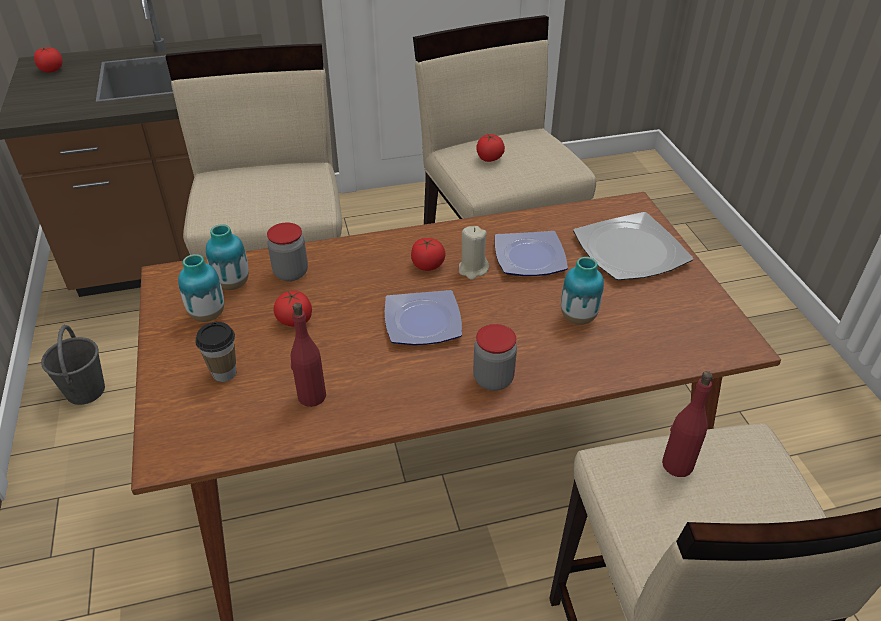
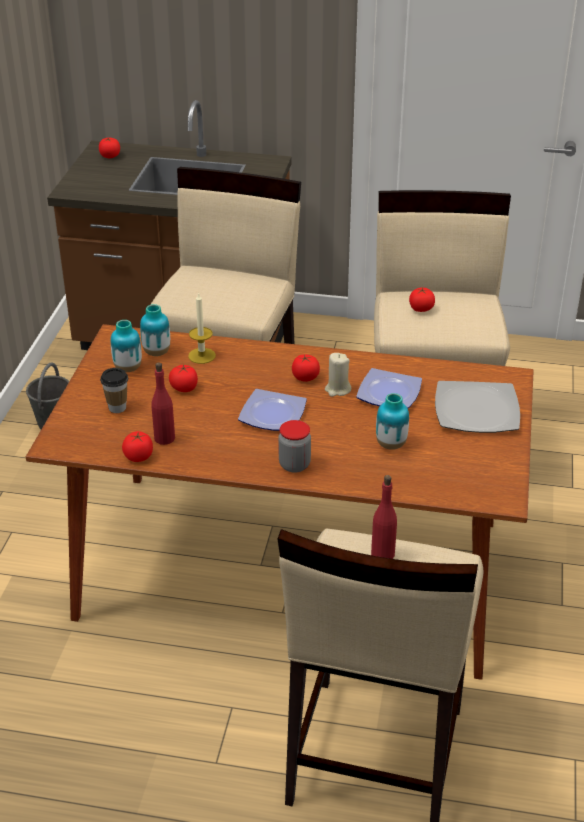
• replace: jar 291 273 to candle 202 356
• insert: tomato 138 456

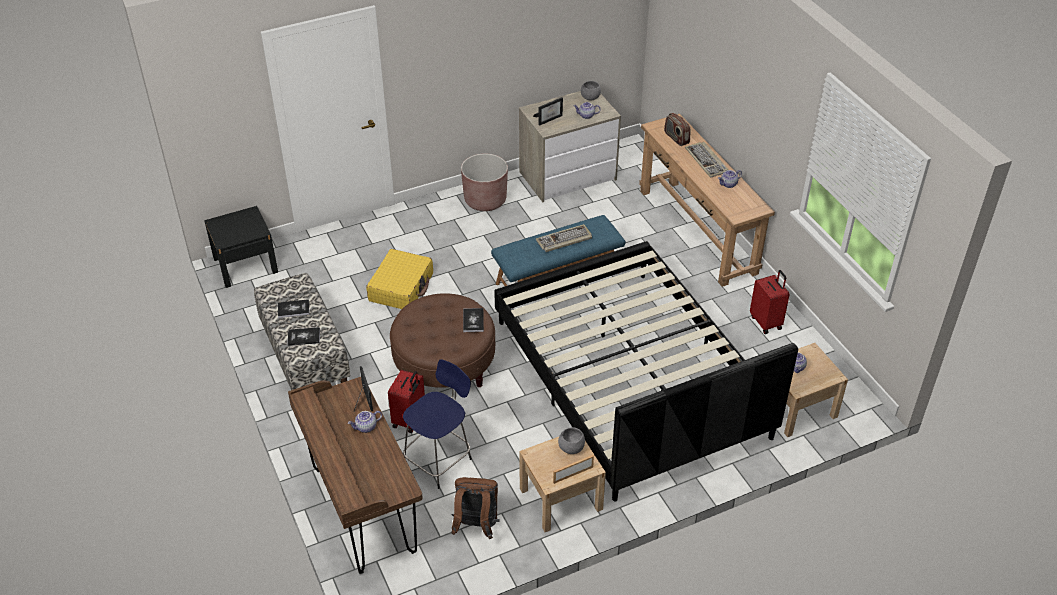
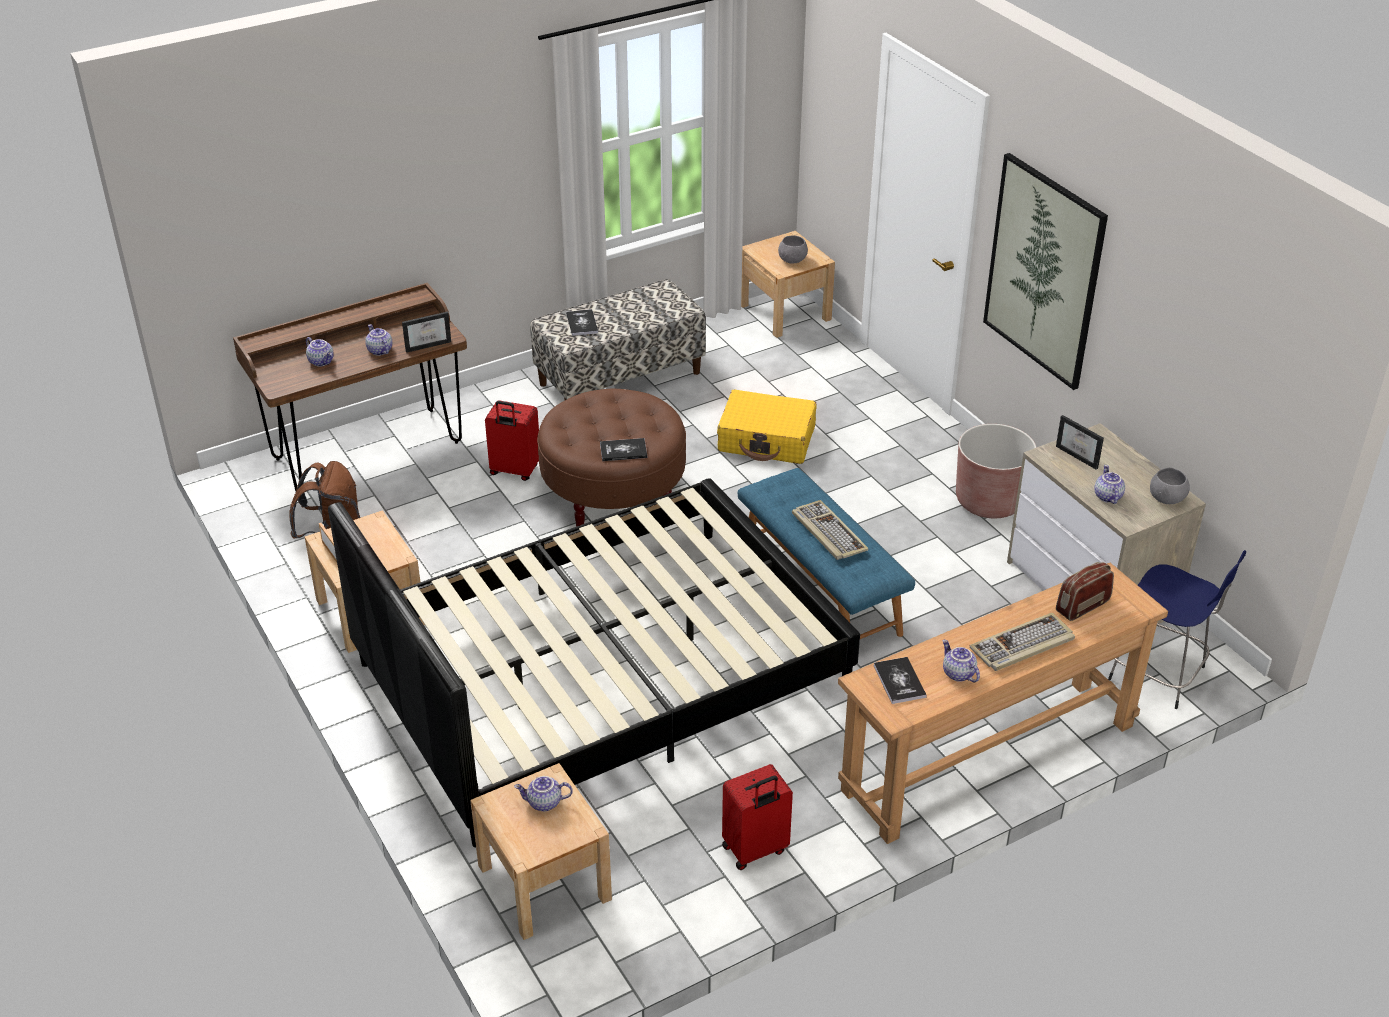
• recolor: black nightstand 245 265 to beige nightstand 784 312
• move: book 293 309 to 899 681
• move: blue stool 439 460 to 1160 675
• move: grey bowl 571 448 to 792 260
• insert: picture 1044 271
• insert: teapot 322 361

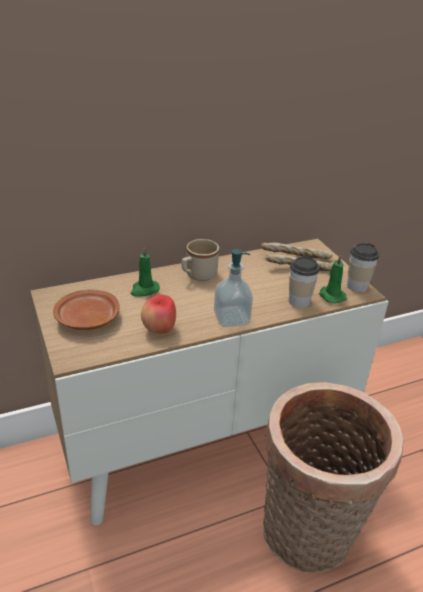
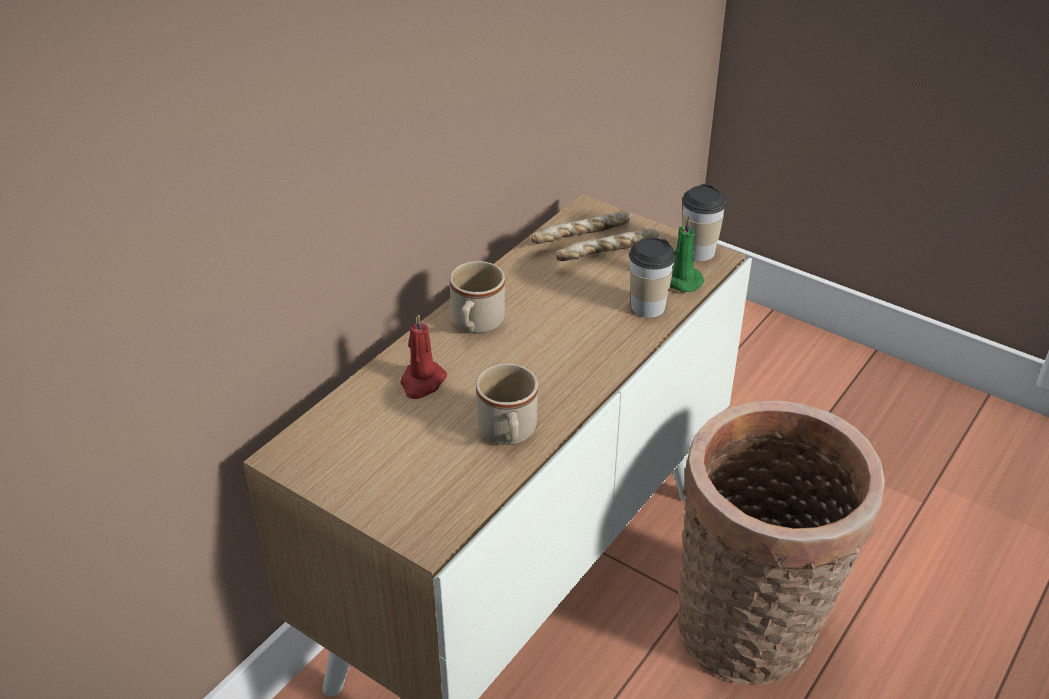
• recolor: green candle 144 290 to red candle 422 382
• delete: soap dispenser 231 318
• delete: brown plate 87 319
• replace: apple 159 330 to beige mug 508 435

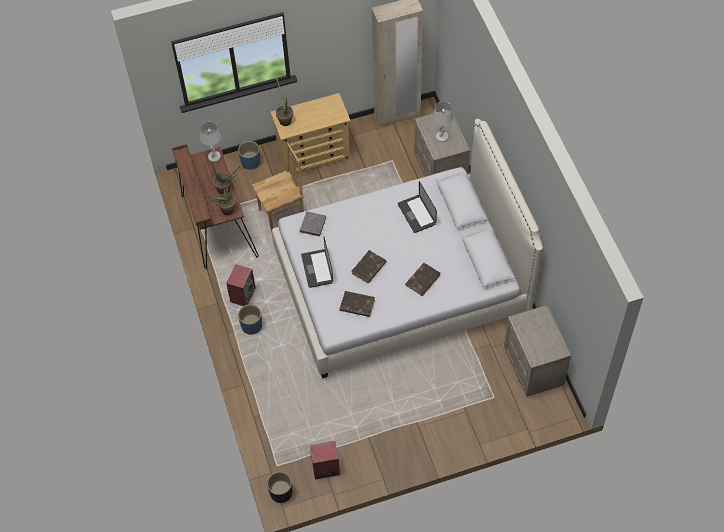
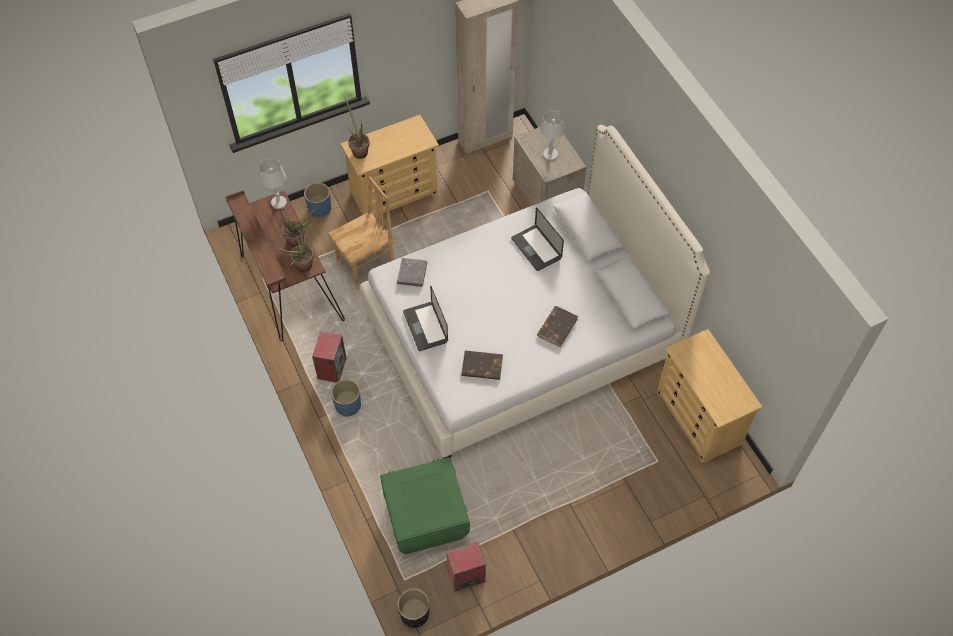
• delete: brown book 368 268
• replace: beige nightstand 534 367 to beige dresser 698 418
• insert: green storage box 425 519

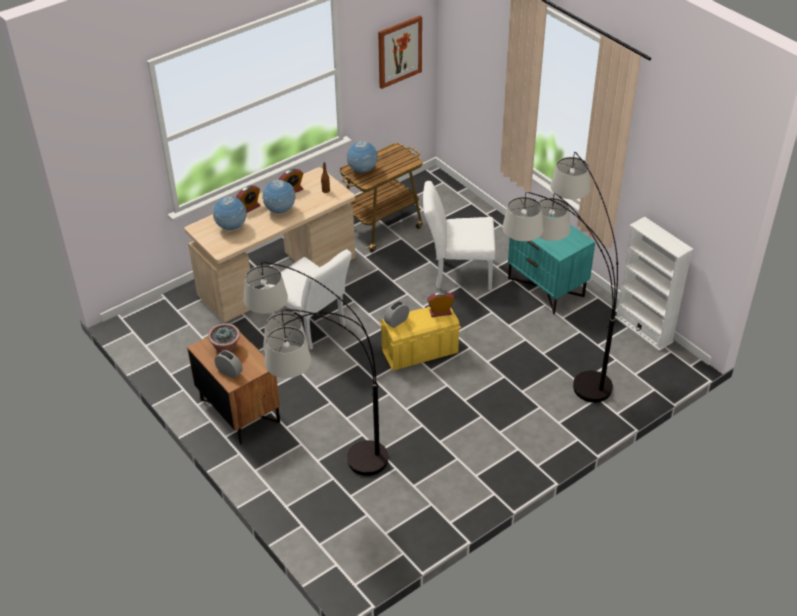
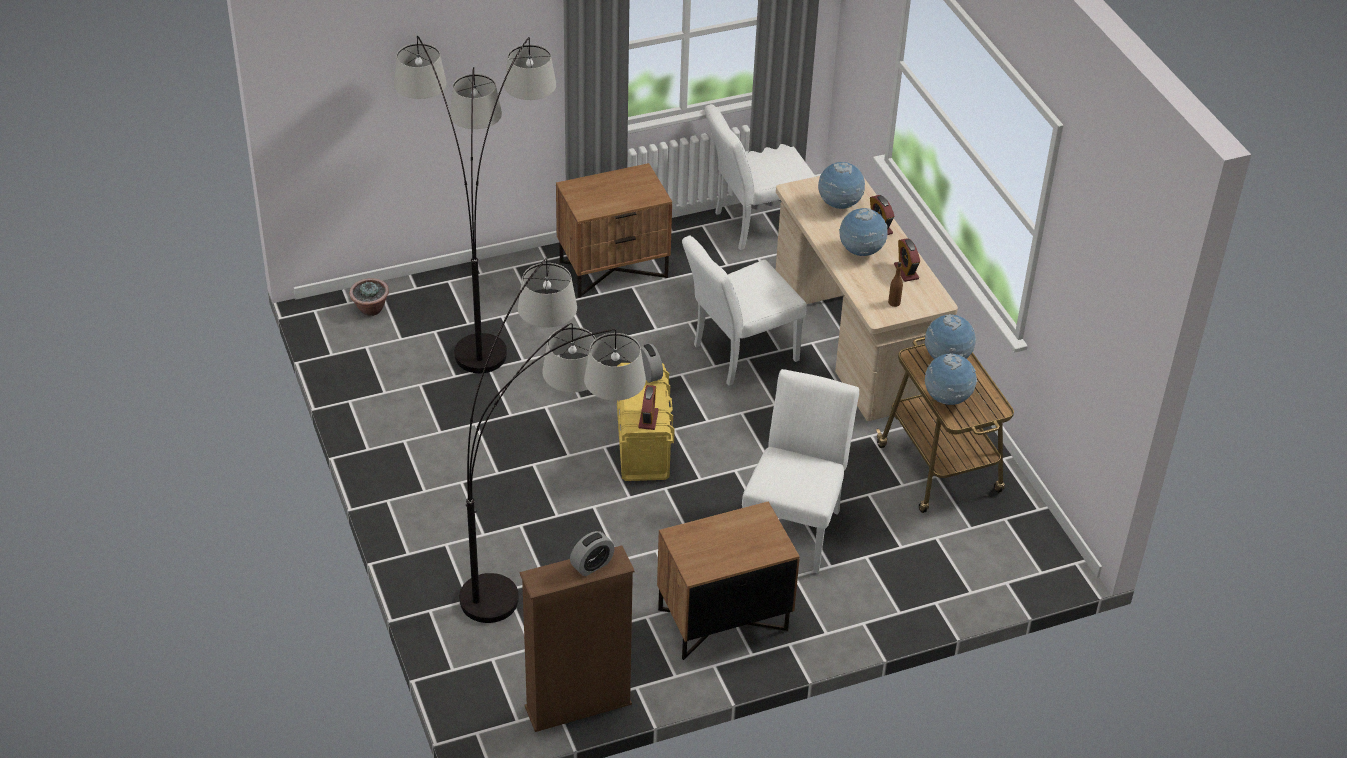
• delete: picture 399 51
• recolor: turquoise nightstand 547 287 to brown nightstand 723 621
• recolor: white bookcase 643 329 to brown bookcase 578 706
• move: potted plant 226 348 to 370 309
• move: alarm clock 229 372 to 592 565
• insert: white chair 754 225
• insert: globe 947 400

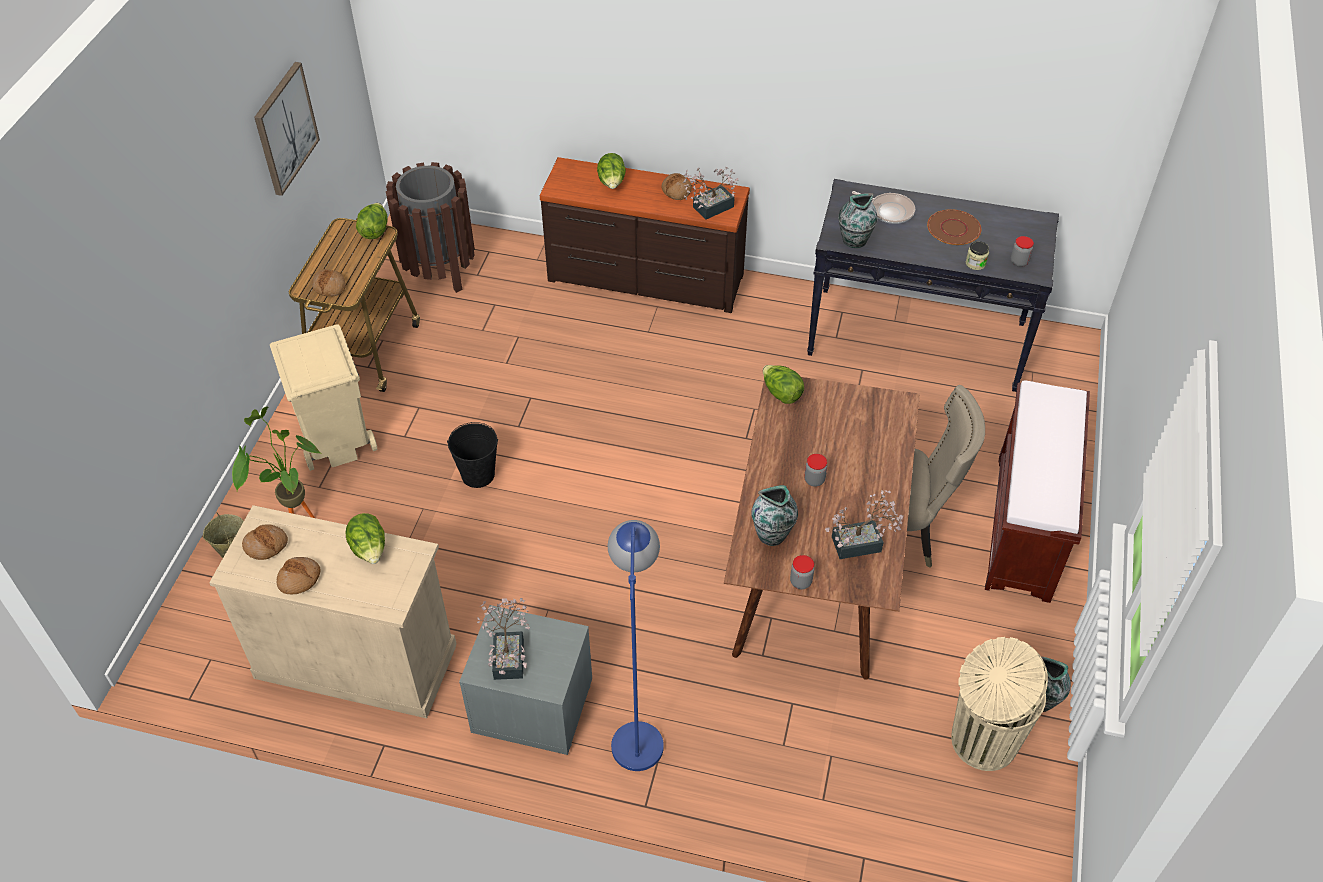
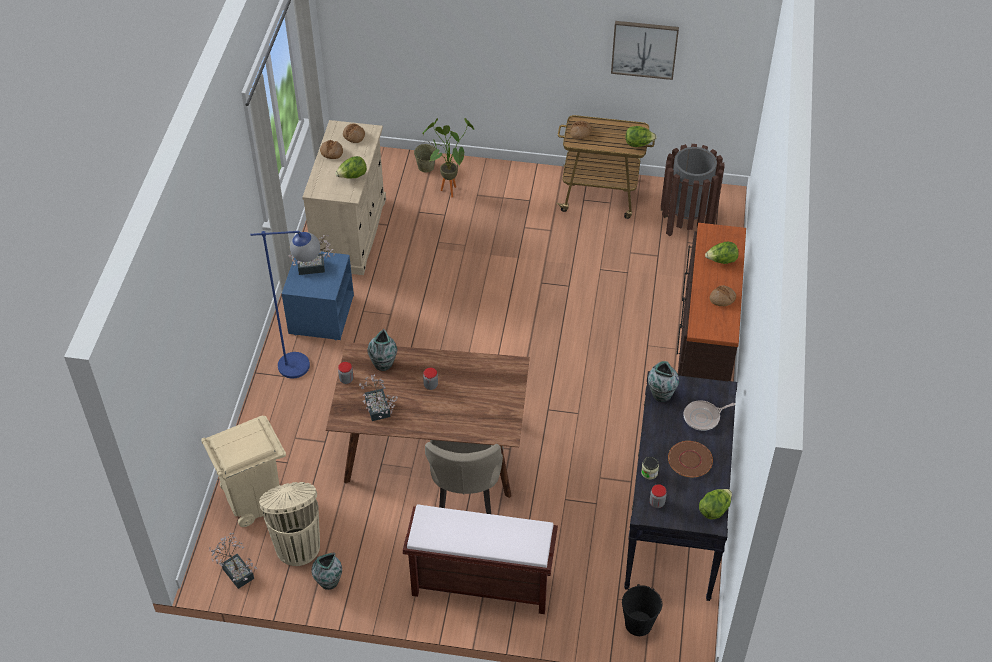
• move: potted plant 709 208 to 236 570
• rotate: frying pan 889 211 = 703 417 45 degrees clockwise
• move: beige trash can 336 441 to 254 499
• move: lettuce 781 394 to 714 510
• move: black bucket 478 475 to 638 624
• recolor: grey nightstand 531 707 to blue nightstand 320 314

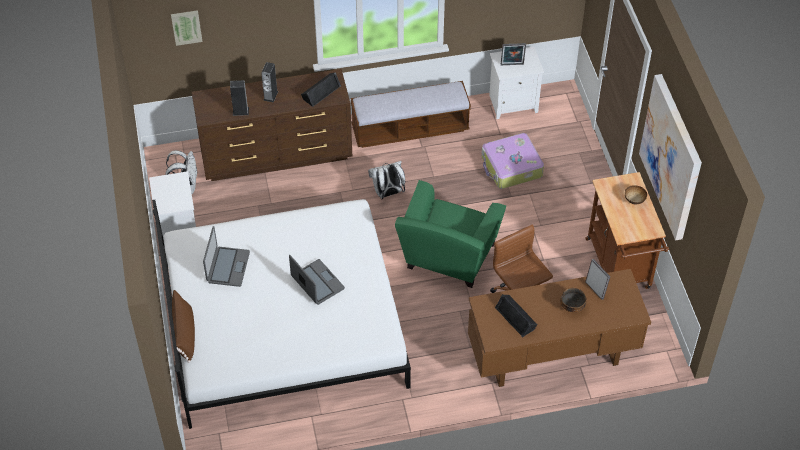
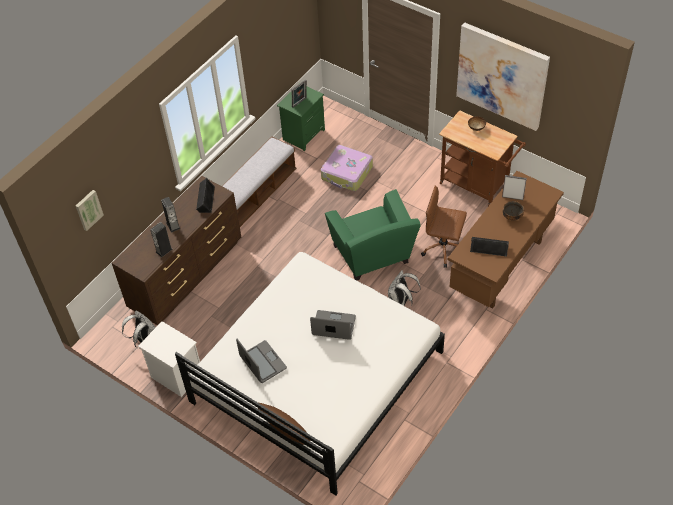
• recolor: white nightstand 513 103 to green nightstand 303 134
• move: white backpack 388 193 to 401 302

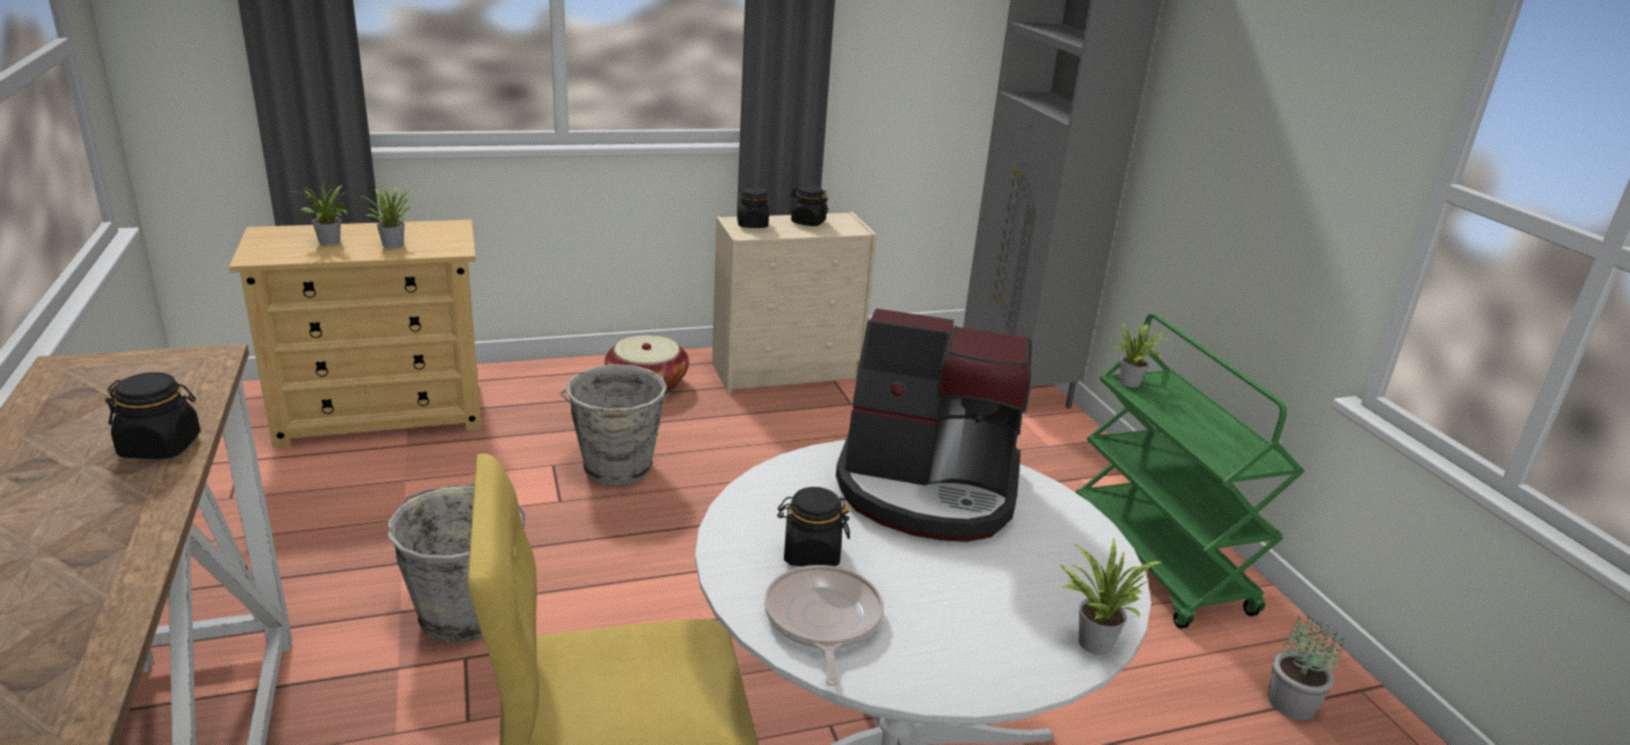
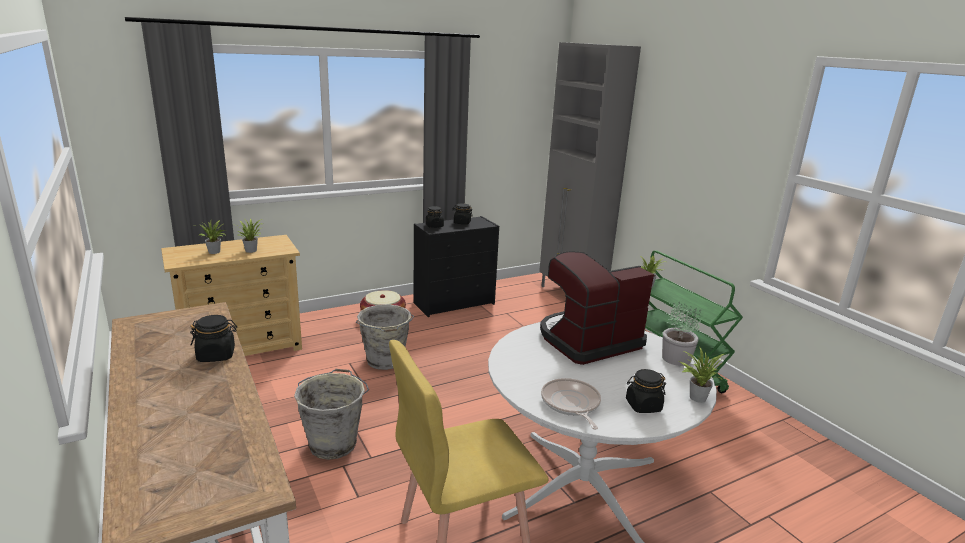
• recolor: beige dresser 788 372 to black dresser 455 303
• rotate: coffee machine 928 489 = 588 340 150 degrees clockwise
• move: black jar 811 554 to 643 406
• move: potted plant 1292 703 to 676 359

